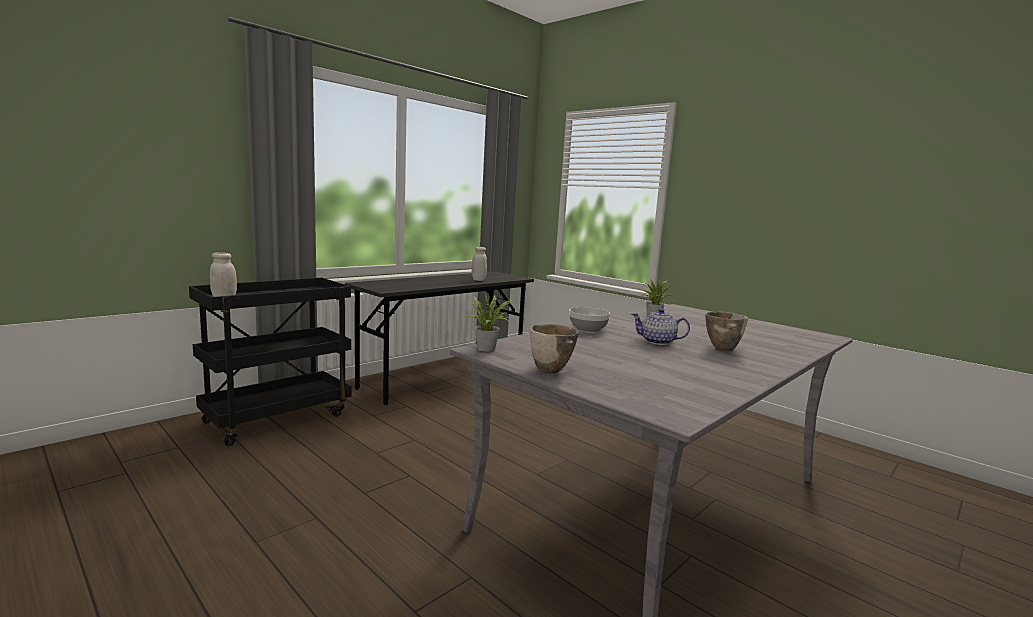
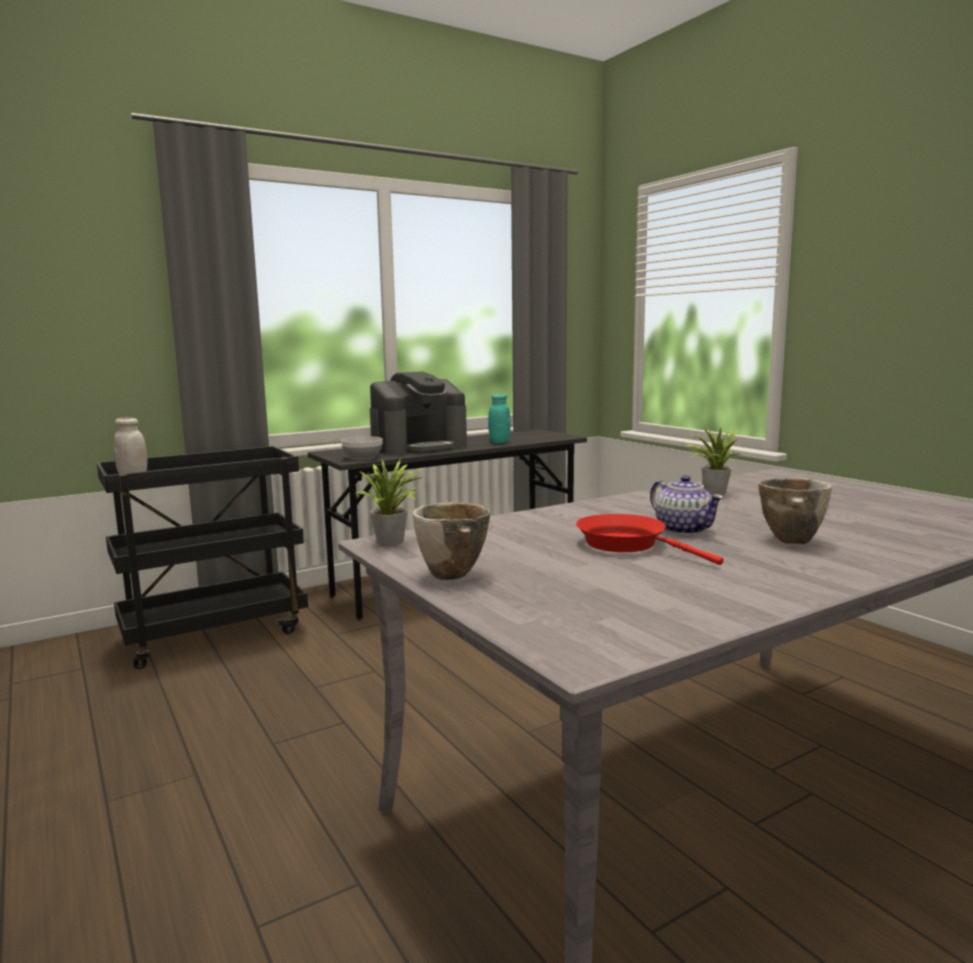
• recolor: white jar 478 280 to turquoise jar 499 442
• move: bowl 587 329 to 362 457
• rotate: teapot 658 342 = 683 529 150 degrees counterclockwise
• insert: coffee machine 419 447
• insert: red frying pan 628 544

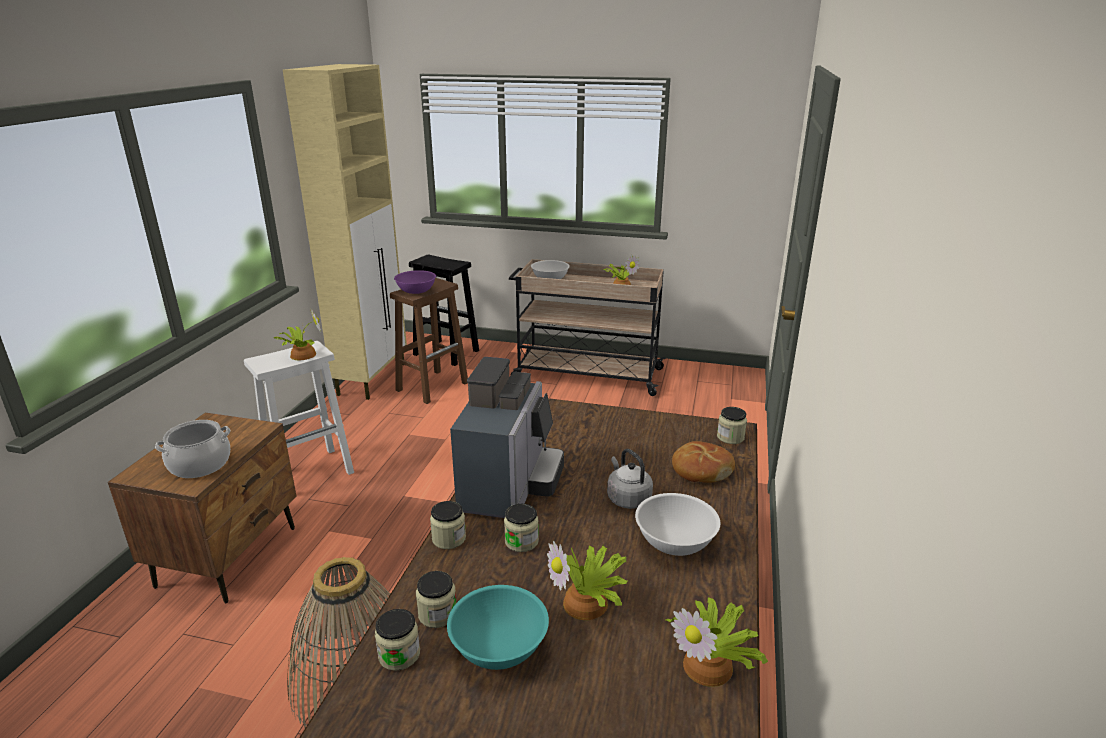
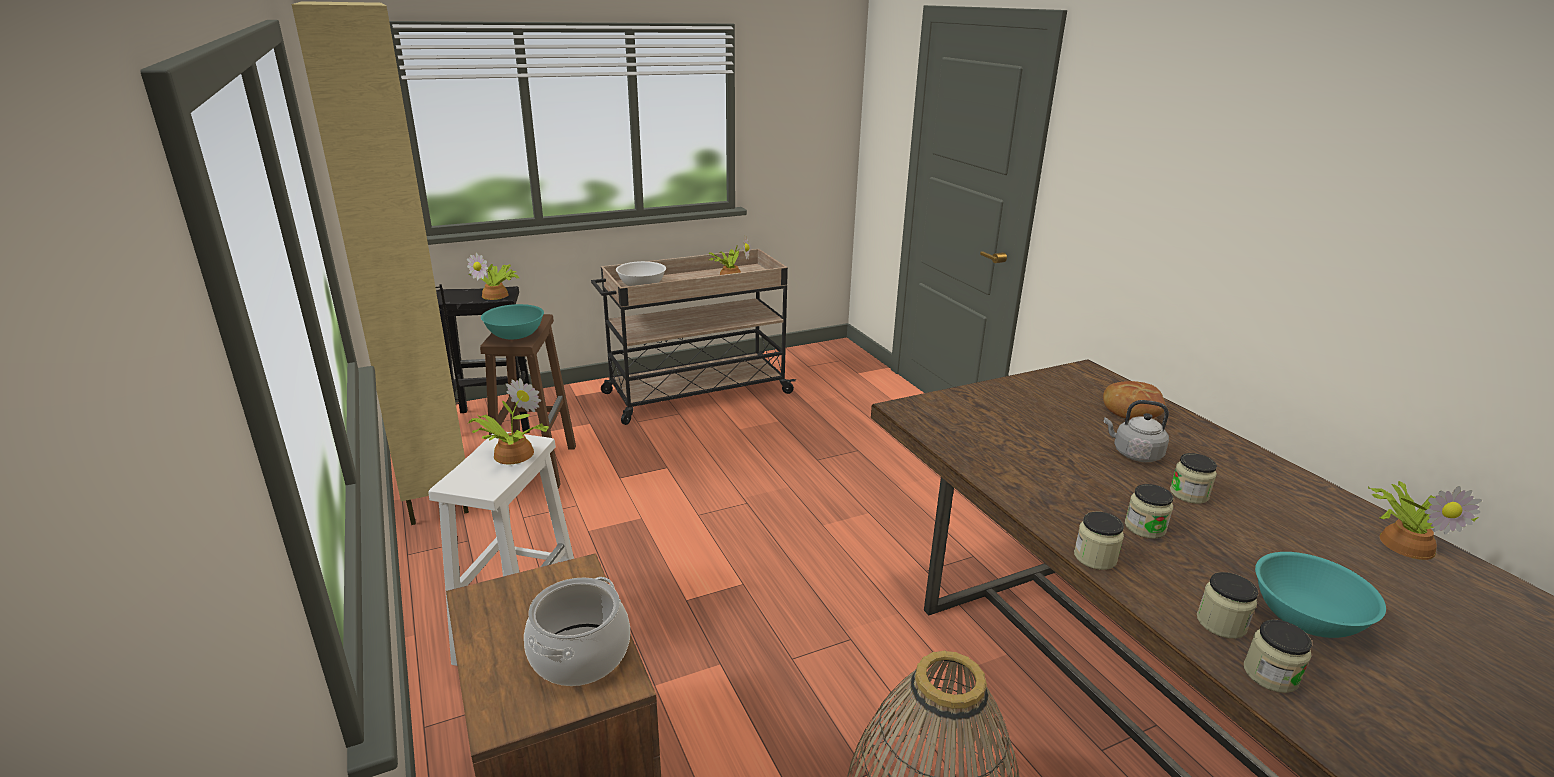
• recolor: purple bowl 416 291 to turquoise bowl 515 335
• delete: coffee machine 510 486
• move: jar 730 437 to 1189 494
• delete: white bowl 675 542
• move: potted plant 588 604 to 497 295

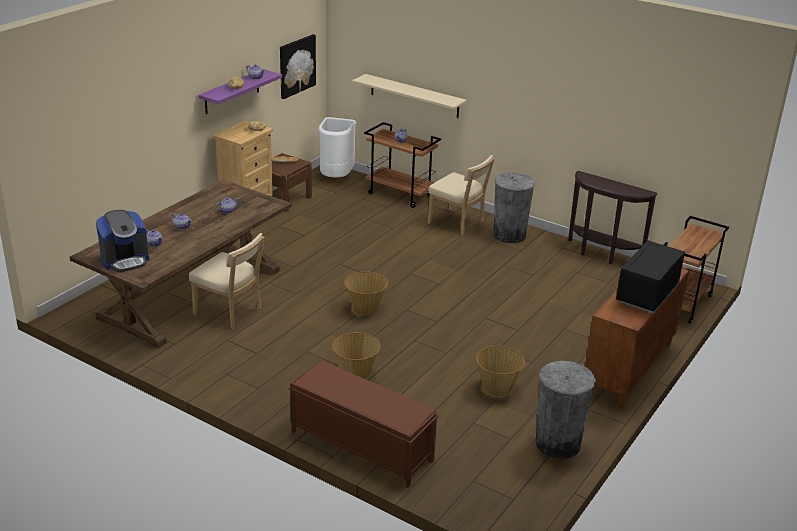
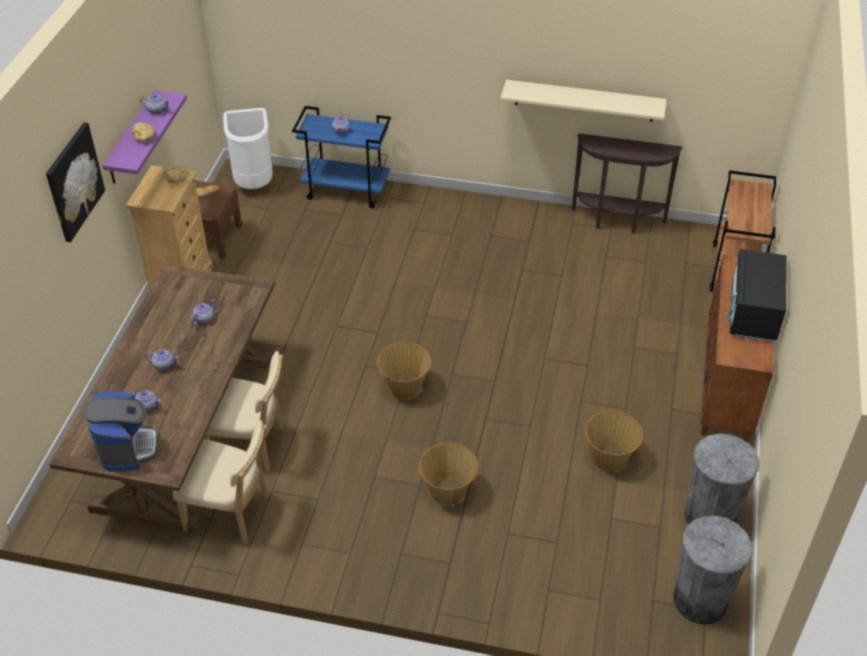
• move: picture 296 66 to 74 181
• move: beige shelf 414 96 to 584 100
• recolor: brown cart 400 195 to blue cart 347 190
• move: beige chair 458 223 to 231 514
• move: grey trash can 509 235 to 700 600
• rotate: coffee machine 125 261 = 127 448 45 degrees counterclockwise
• delete: brown bench 360 446

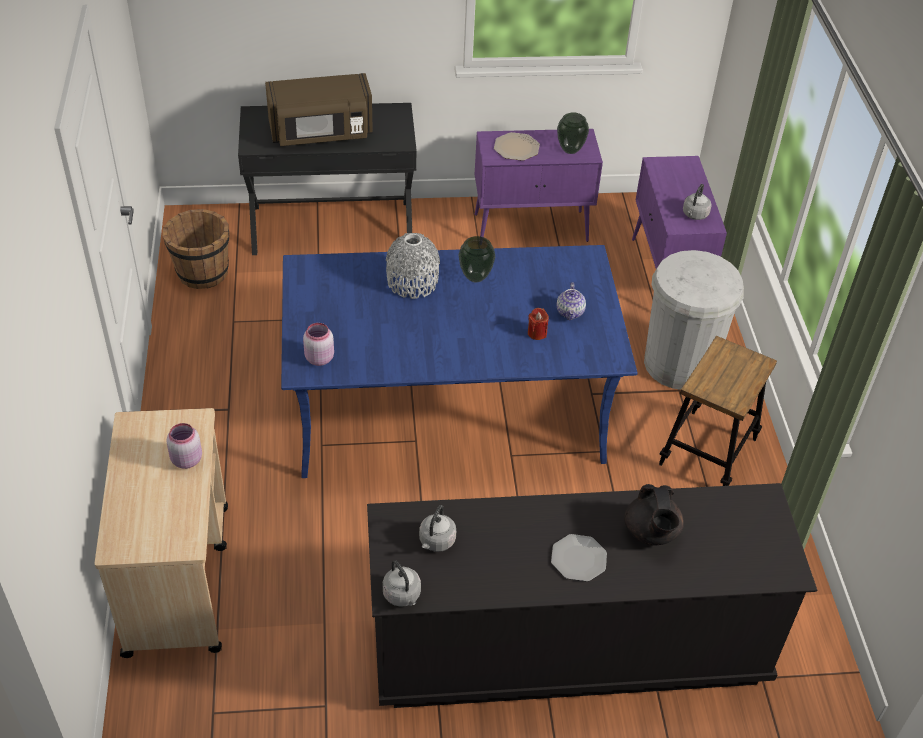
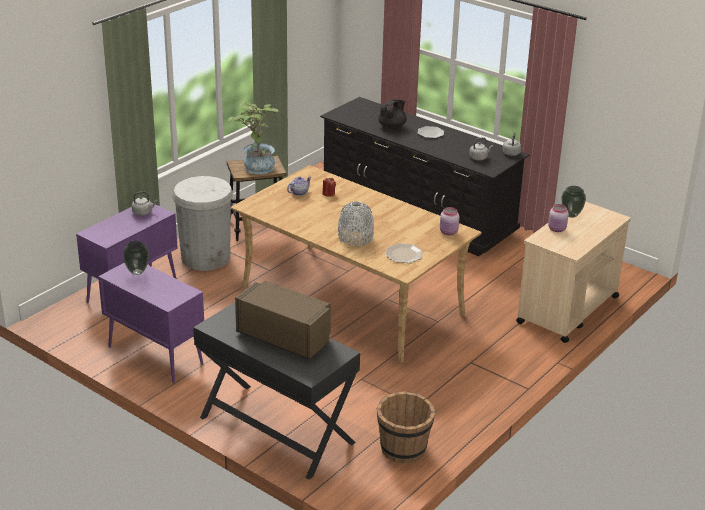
• move: plate 517 147 to 403 254
• move: vase 476 277 to 570 215
• recolor: blue dining table 449 410 to beige dining table 351 300
• insert: potted plant 255 166

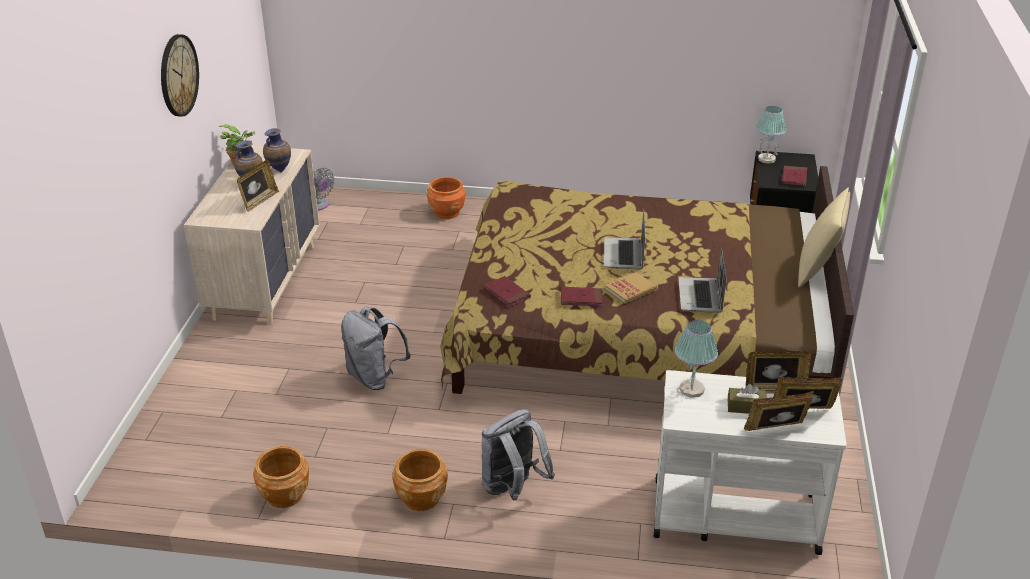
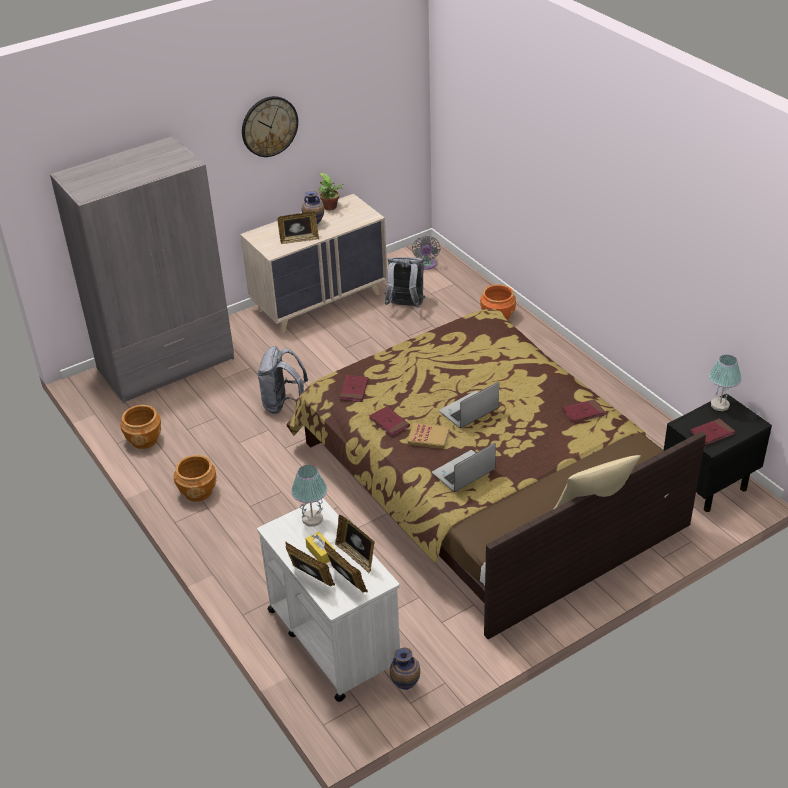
• move: vase 279 170 to 405 685
• recolor: brown tissue box 746 407 to yellow tissue box 321 552
• move: grey backpack 512 488 to 405 306
• insert: grey wardrobe 167 364
• insert: red book 583 413

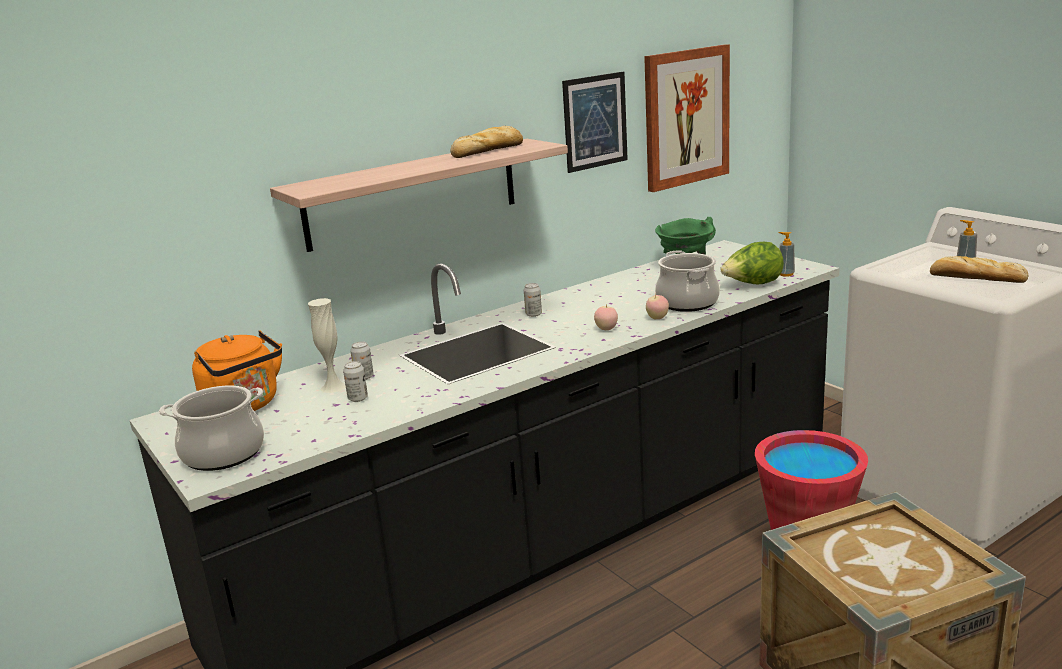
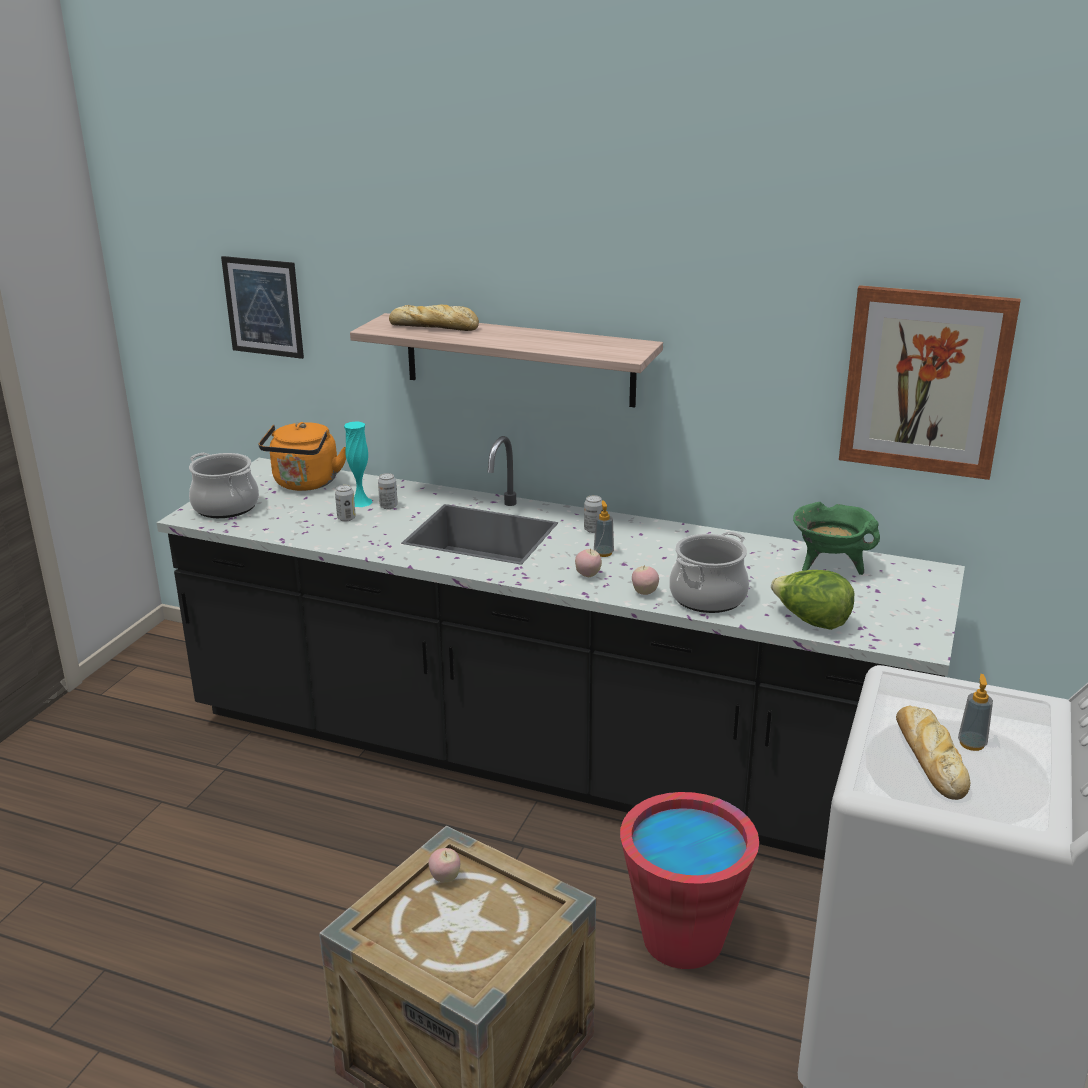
• move: picture 595 121 to 263 307
• move: bread 489 150 to 436 327
• move: soap dispenser 786 274 to 603 553
• recolor: white vase 333 387 to turquoise vase 360 502
• insert: apple 445 878

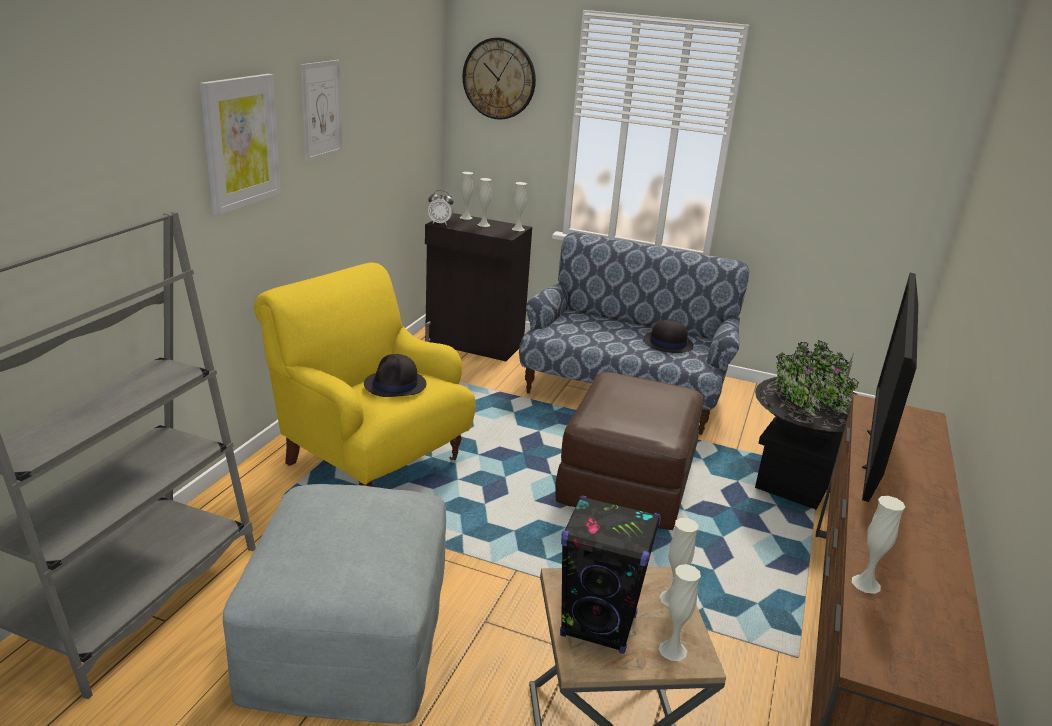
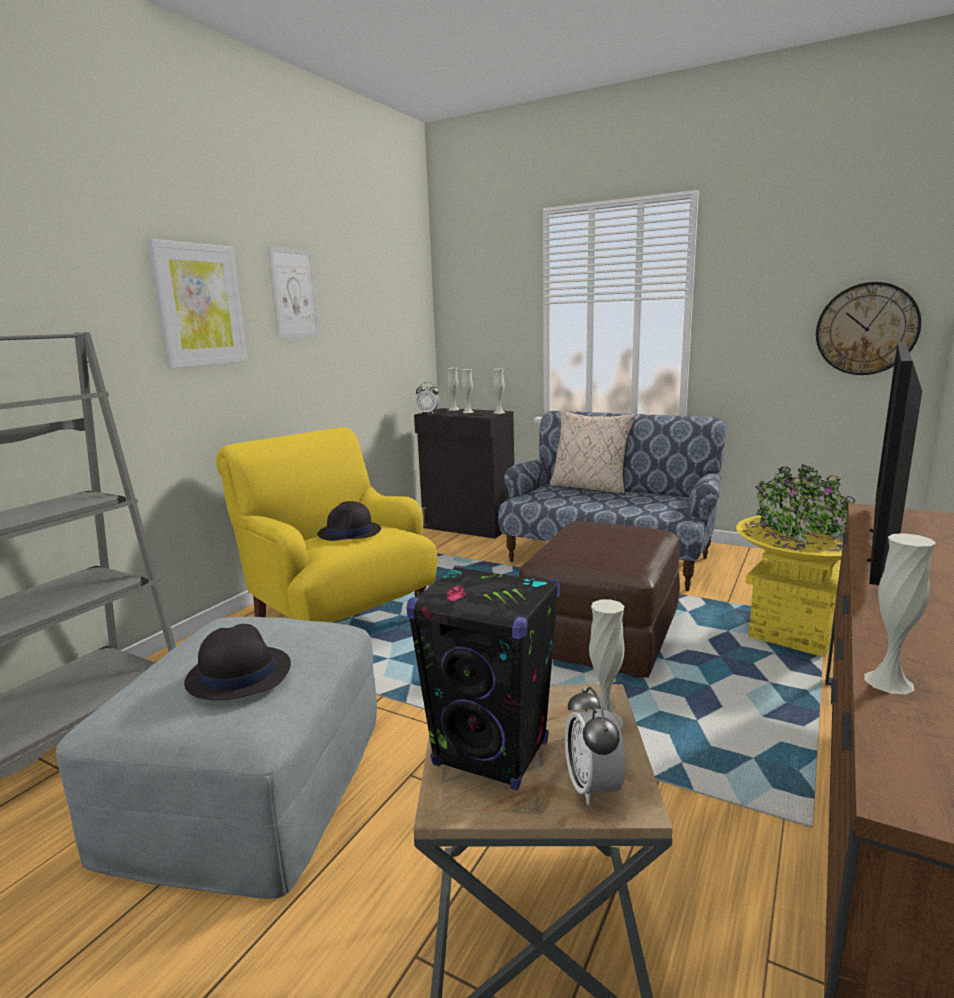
• move: wall clock 499 78 to 866 329
• move: black hat 667 343 to 238 674
• recolor: black planter 793 485 to yellow planter 794 634
• replace: white vase 672 650 to alarm clock 593 787
• insert: beige pillow 590 487

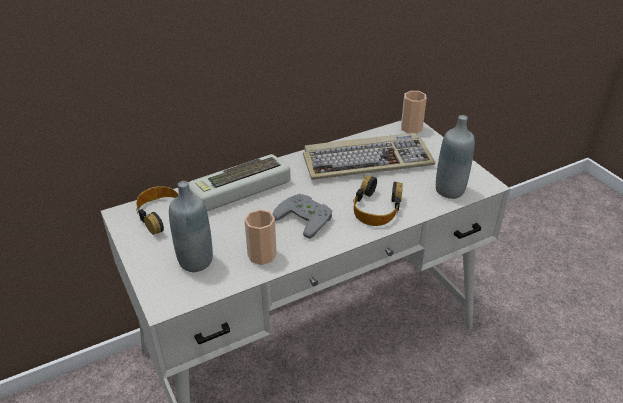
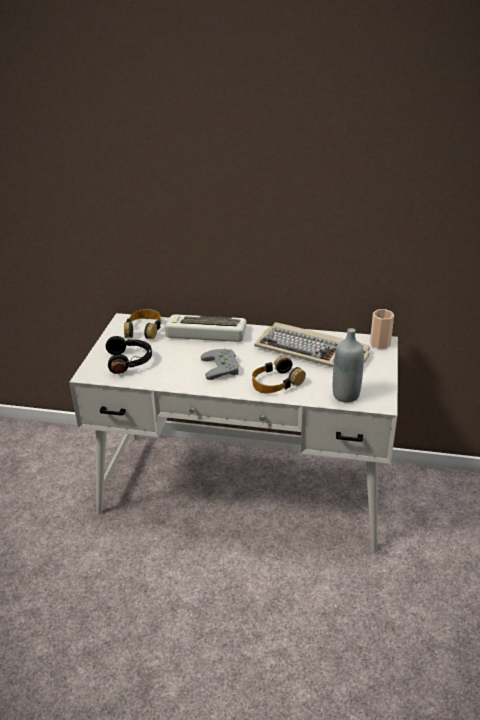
• replace: grey bottle 195 261 to black headphones 130 361
• delete: cup 262 255

